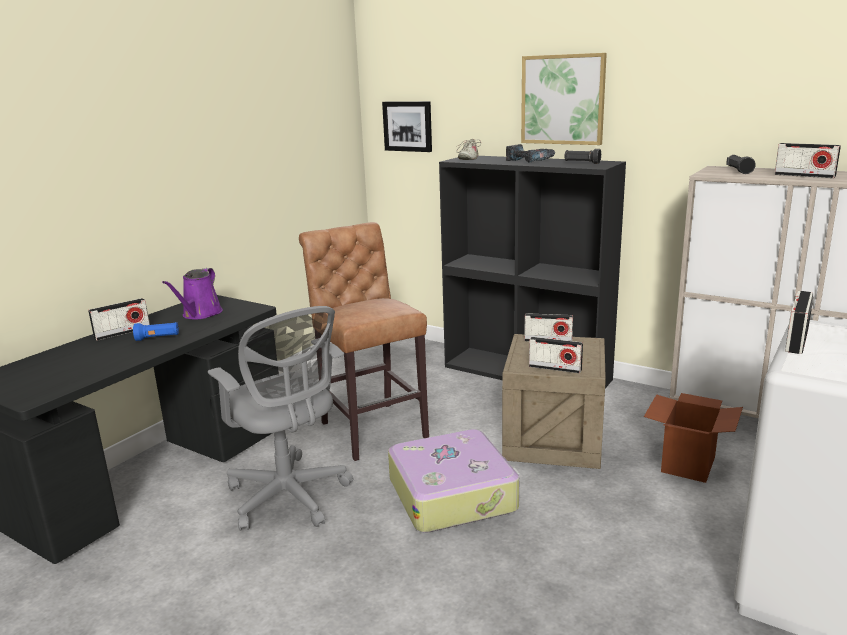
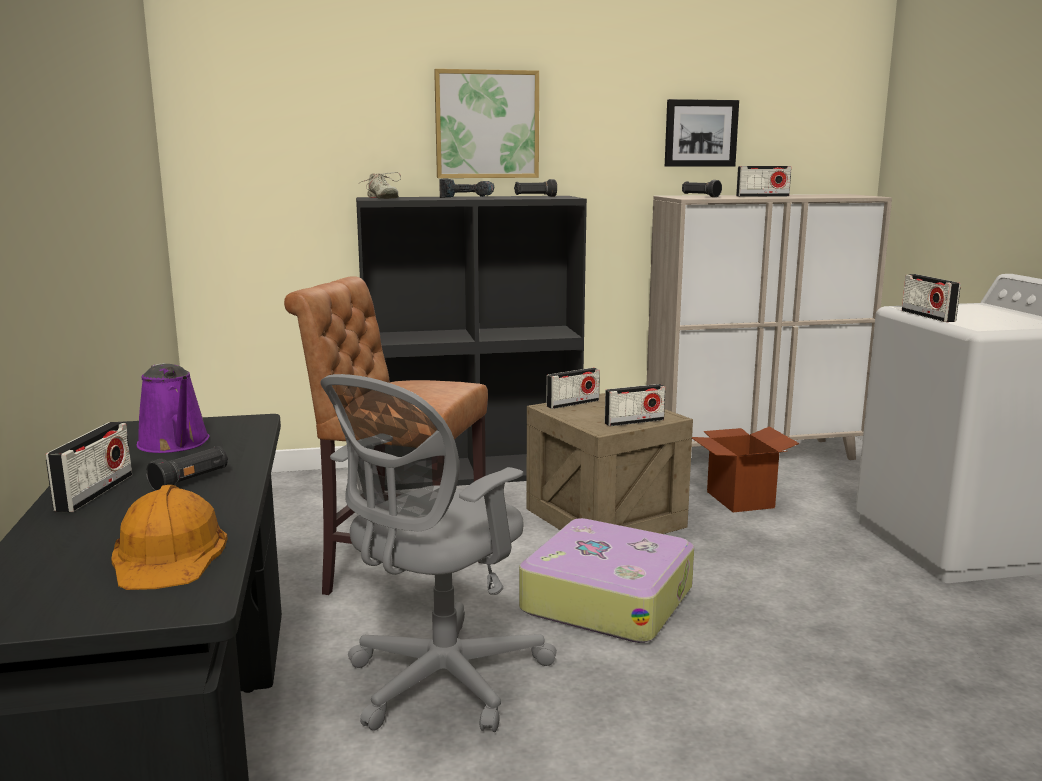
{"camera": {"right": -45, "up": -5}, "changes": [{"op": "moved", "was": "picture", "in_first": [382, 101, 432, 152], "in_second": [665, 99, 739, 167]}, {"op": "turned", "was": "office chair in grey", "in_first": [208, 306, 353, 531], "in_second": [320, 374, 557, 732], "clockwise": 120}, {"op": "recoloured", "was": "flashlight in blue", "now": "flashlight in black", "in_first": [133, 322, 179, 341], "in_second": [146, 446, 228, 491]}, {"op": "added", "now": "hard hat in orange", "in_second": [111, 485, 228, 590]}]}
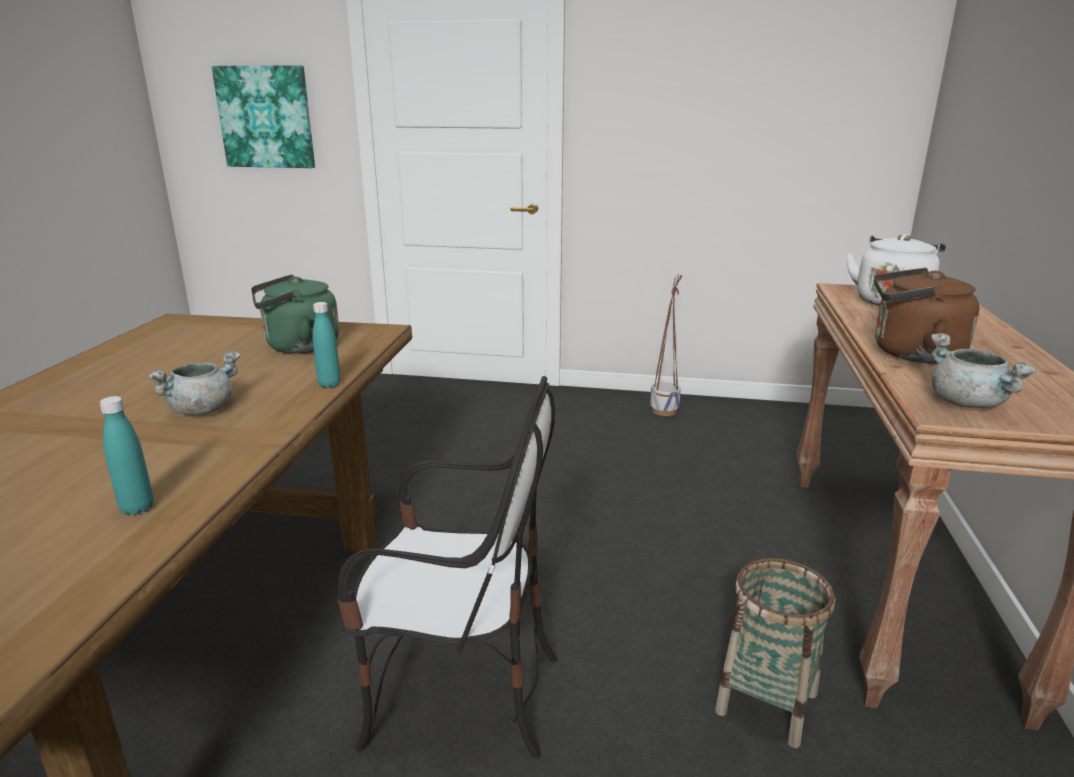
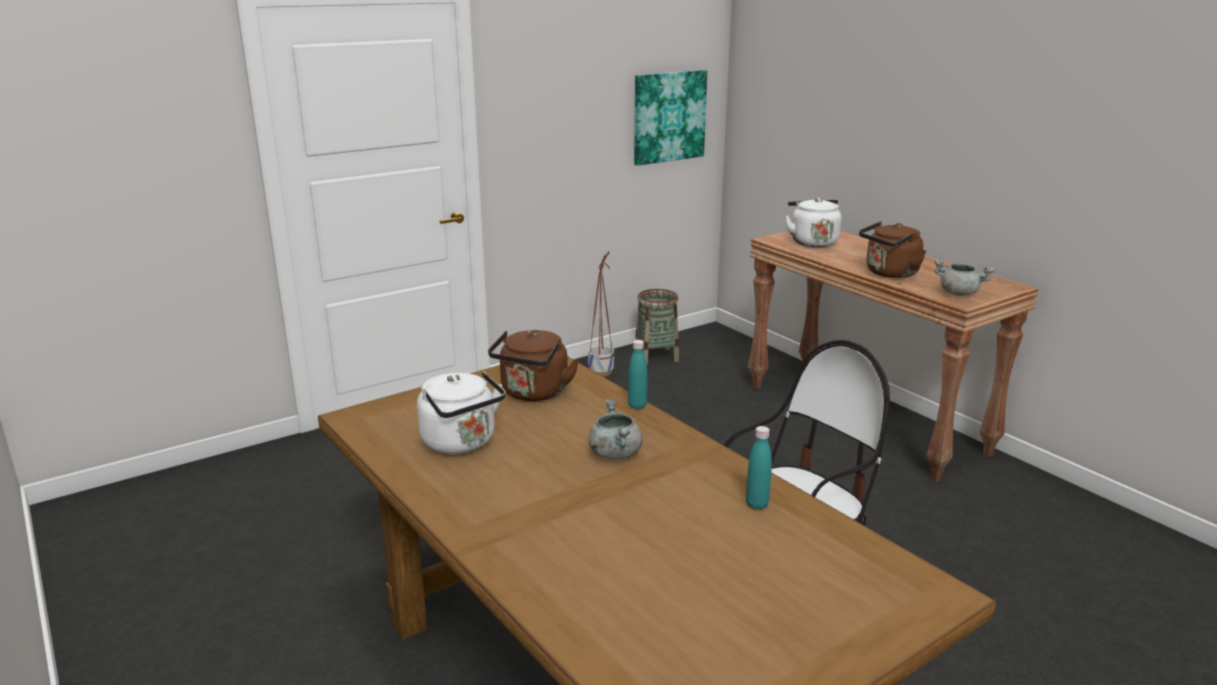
{"camera": {"right": -45, "up": 0}, "changes": [{"op": "moved", "was": "picture", "in_first": [212, 65, 315, 168], "in_second": [634, 70, 707, 166]}, {"op": "recoloured", "was": "kettle in green", "now": "kettle in brown", "in_first": [251, 274, 339, 354], "in_second": [488, 330, 579, 401]}, {"op": "moved", "was": "basket", "in_first": [715, 558, 835, 748], "in_second": [635, 289, 679, 365]}, {"op": "added", "now": "kettle in white", "in_second": [417, 371, 506, 454]}]}
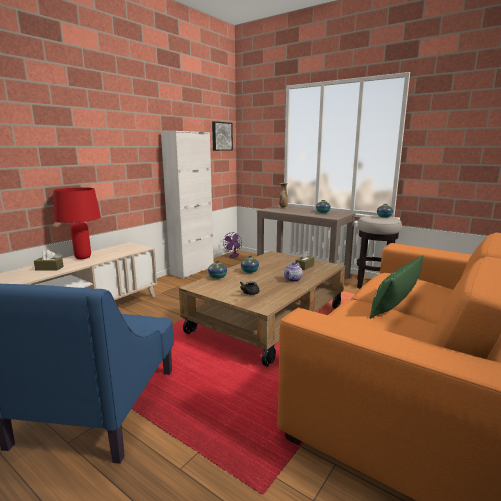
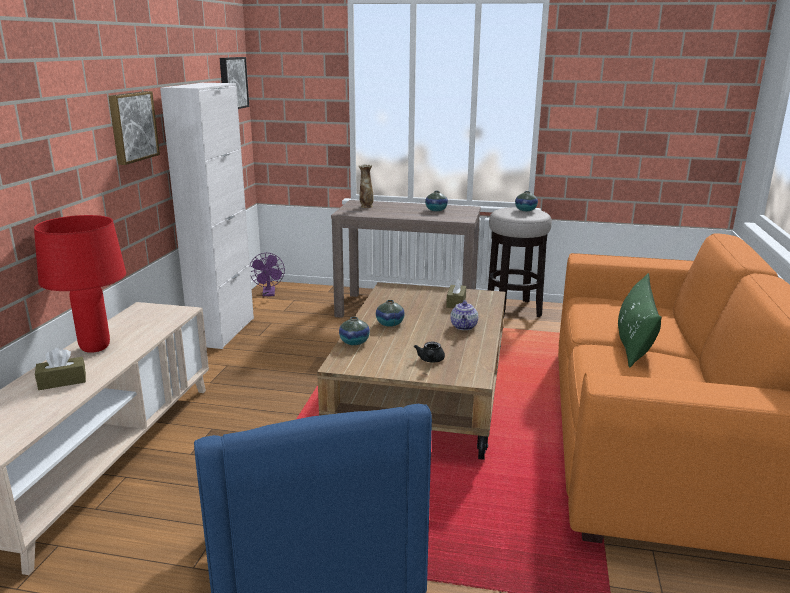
{"camera": {"right": -25, "up": 5}, "changes": [{"op": "added", "now": "picture", "in_second": [108, 91, 160, 165]}]}
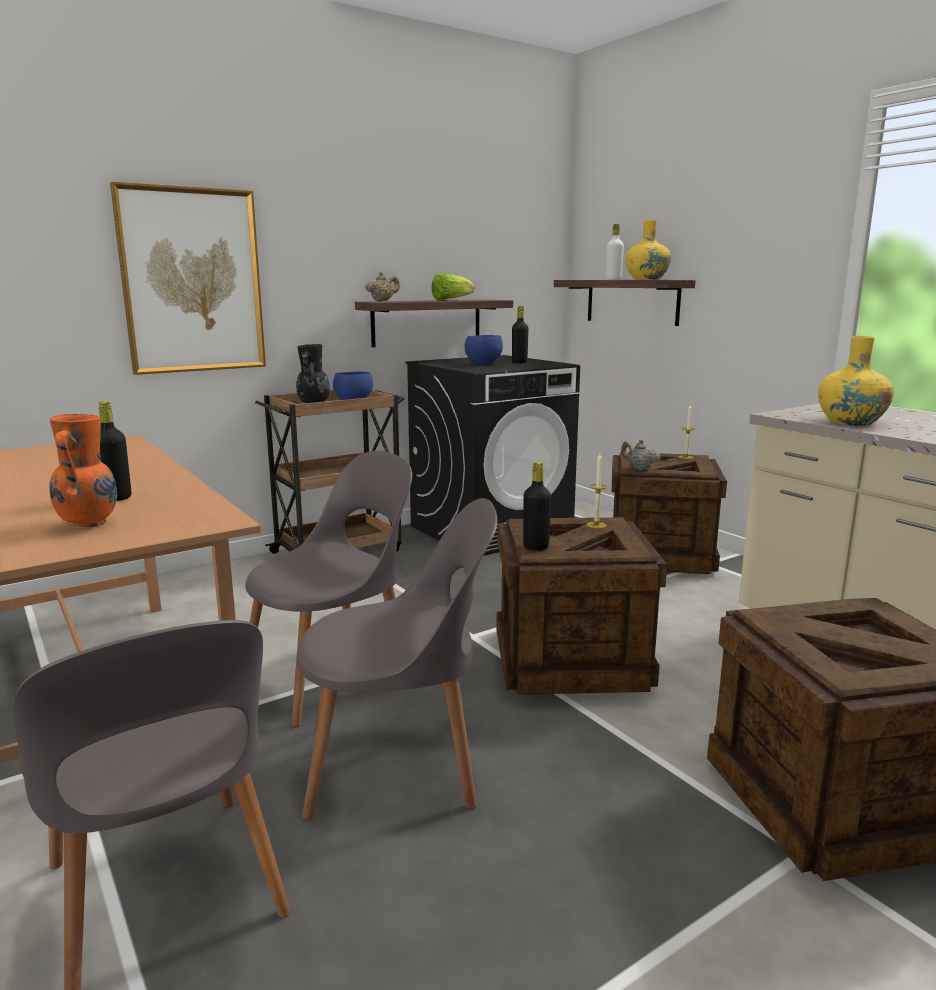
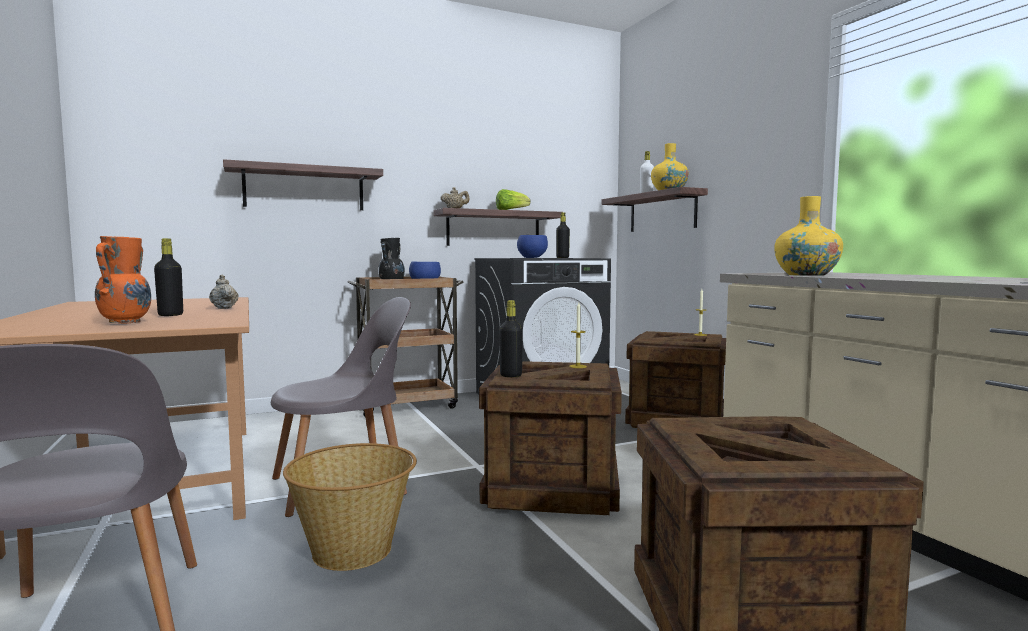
{"camera": {"right": 10, "up": -10}, "changes": [{"op": "replaced", "was": "picture", "now": "shelf", "in_first": [110, 182, 266, 375], "in_second": [223, 159, 383, 210]}, {"op": "moved", "was": "teapot in beige", "in_first": [621, 439, 661, 471], "in_second": [209, 275, 239, 309]}, {"op": "replaced", "was": "chair in grey", "now": "basket", "in_first": [297, 498, 497, 819], "in_second": [283, 443, 417, 571]}]}
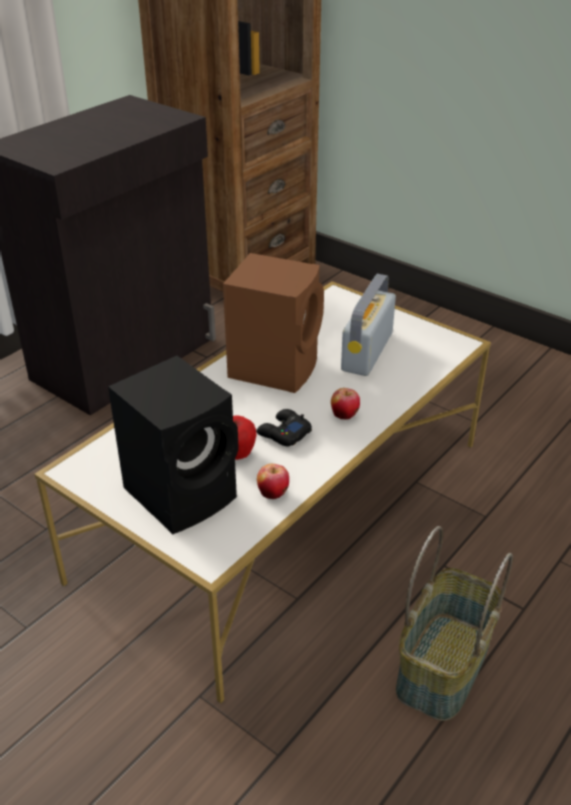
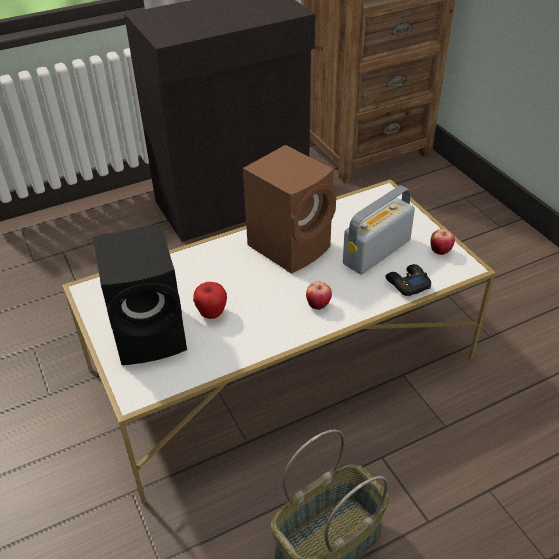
{"camera": {"right": 25, "up": 5}, "changes": [{"op": "moved", "was": "game controller in black", "in_first": [256, 409, 312, 446], "in_second": [386, 264, 431, 296]}, {"op": "moved", "was": "apple", "in_first": [257, 464, 289, 499], "in_second": [430, 229, 455, 255]}]}
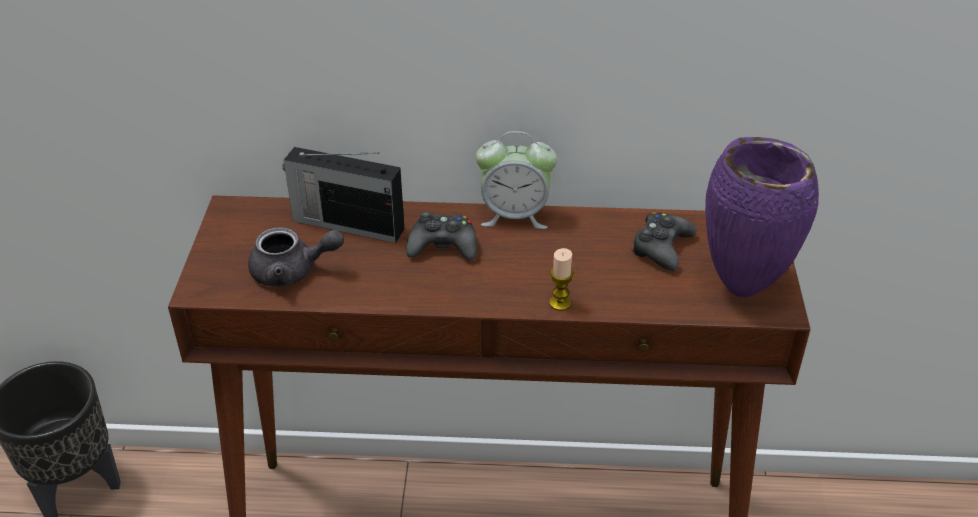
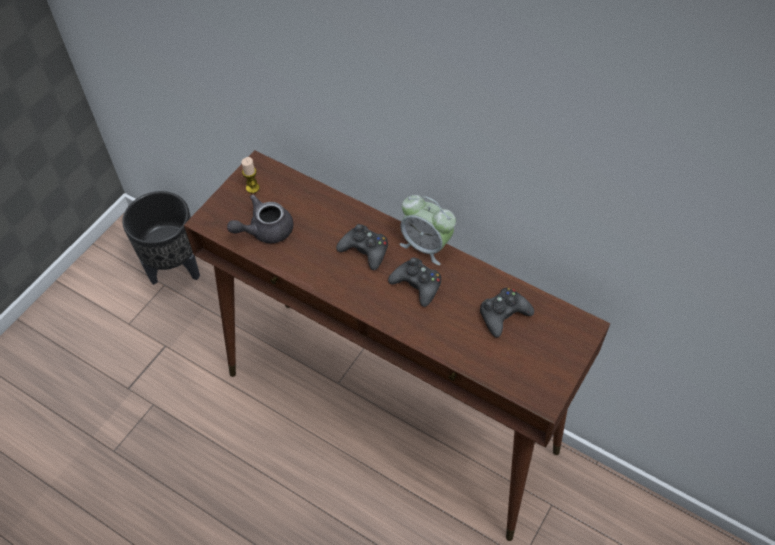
{"camera": {"right": 30, "up": 15}, "changes": [{"op": "removed", "was": "vase in purple", "in_first": [705, 137, 819, 298]}, {"op": "removed", "was": "radio", "in_first": [283, 147, 404, 243]}, {"op": "turned", "was": "teapot in grey", "in_first": [248, 227, 344, 287], "in_second": [227, 194, 294, 243], "clockwise": 120}, {"op": "moved", "was": "candle", "in_first": [549, 248, 573, 311], "in_second": [241, 157, 260, 193]}, {"op": "added", "now": "game controller in black", "in_second": [388, 257, 441, 307]}]}
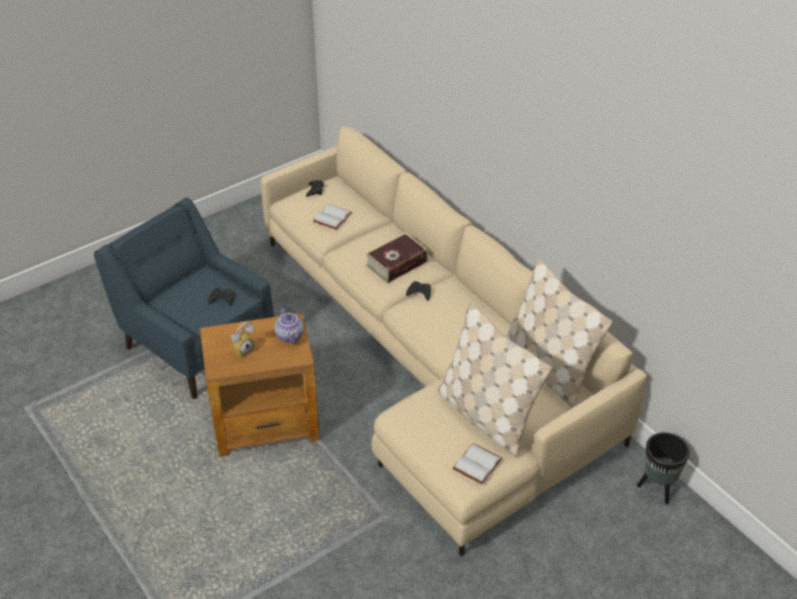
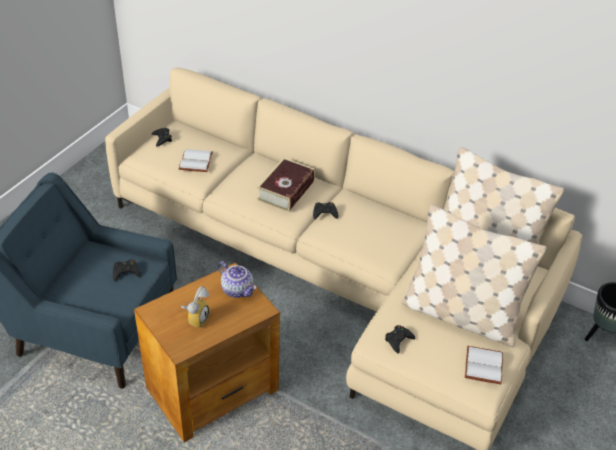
{"camera": {"right": -25, "up": 0}, "changes": [{"op": "added", "now": "game controller in black", "in_second": [385, 325, 415, 354]}]}
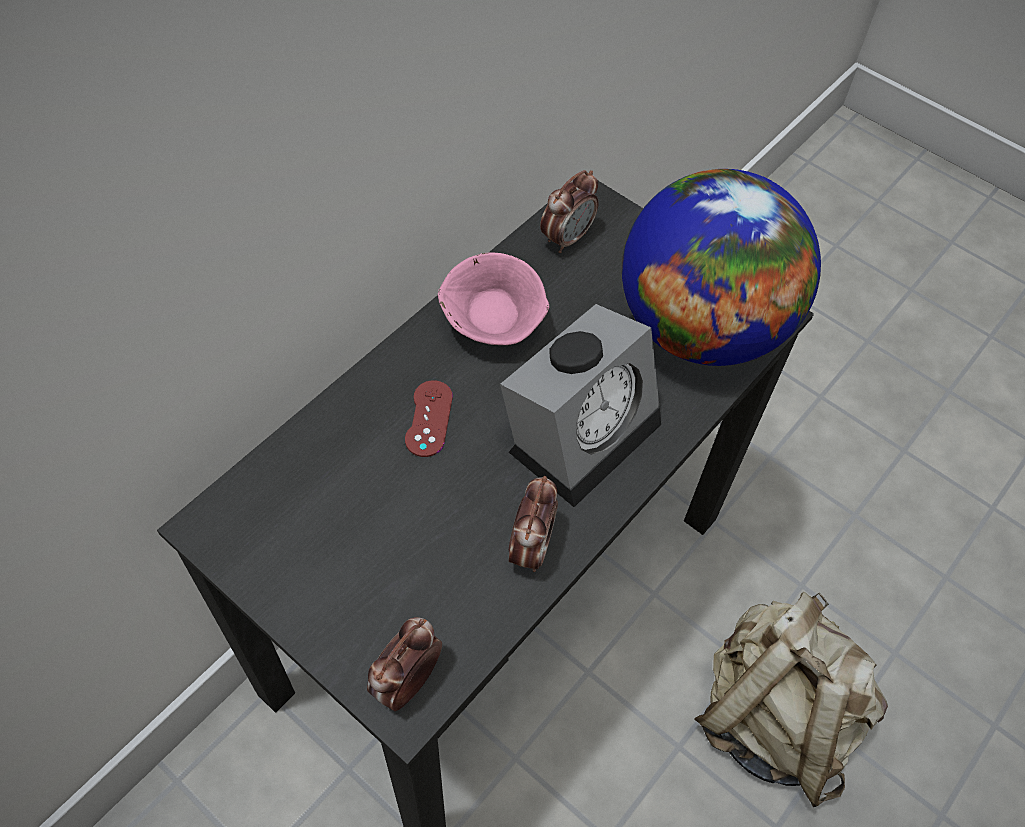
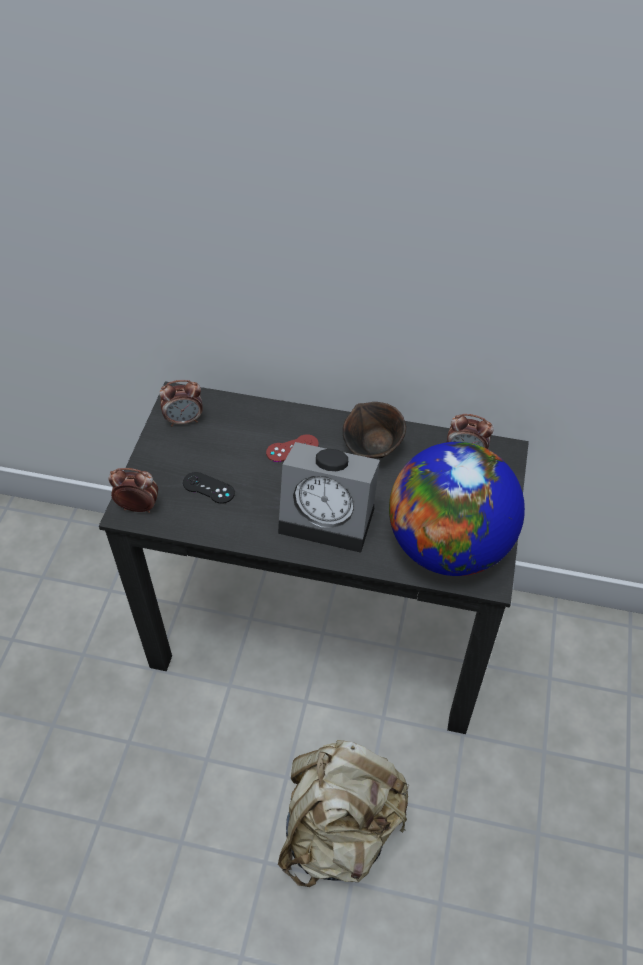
{"camera": {"right": 65, "up": -5}, "changes": [{"op": "recoloured", "was": "bowl in pink", "now": "bowl in brown", "in_first": [438, 253, 549, 345], "in_second": [343, 402, 406, 459]}, {"op": "moved", "was": "alarm clock", "in_first": [509, 476, 558, 572], "in_second": [159, 380, 203, 426]}, {"op": "added", "now": "game controller in black", "in_second": [183, 472, 235, 504]}]}
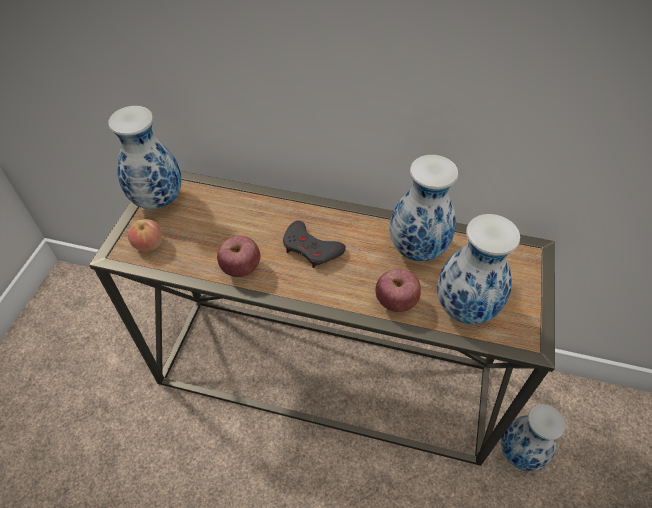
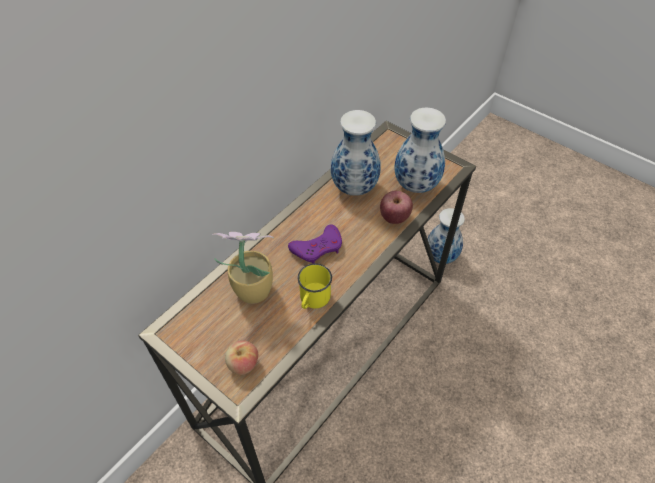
{"camera": {"right": -65, "up": 0}, "changes": [{"op": "removed", "was": "vase", "in_first": [108, 106, 181, 209]}, {"op": "recoloured", "was": "game controller in grey", "now": "game controller in purple", "in_first": [283, 221, 346, 268], "in_second": [288, 225, 342, 264]}, {"op": "replaced", "was": "apple", "now": "mug in yellow", "in_first": [217, 236, 260, 277], "in_second": [298, 263, 332, 309]}, {"op": "added", "now": "potted plant", "in_second": [212, 232, 274, 304]}]}
